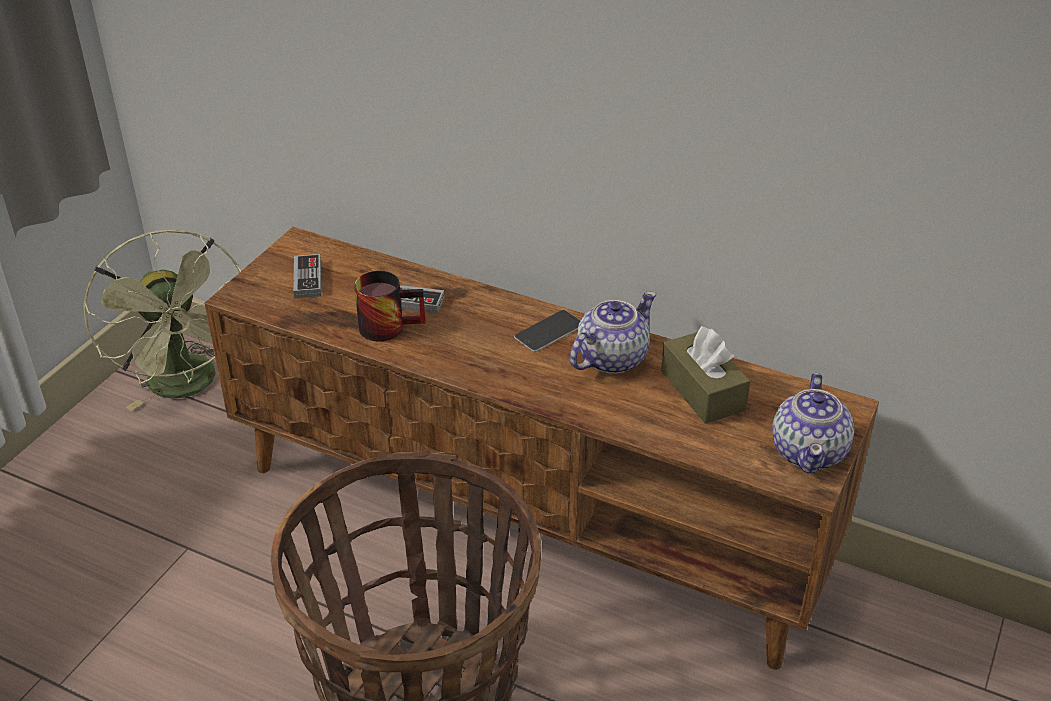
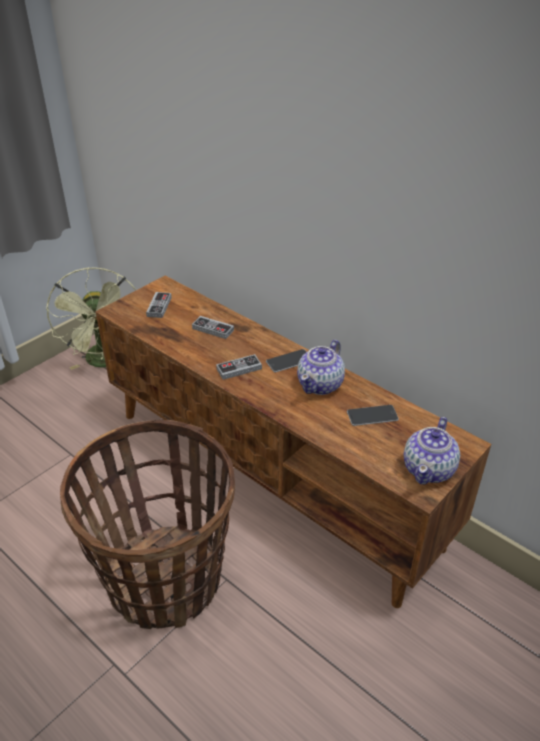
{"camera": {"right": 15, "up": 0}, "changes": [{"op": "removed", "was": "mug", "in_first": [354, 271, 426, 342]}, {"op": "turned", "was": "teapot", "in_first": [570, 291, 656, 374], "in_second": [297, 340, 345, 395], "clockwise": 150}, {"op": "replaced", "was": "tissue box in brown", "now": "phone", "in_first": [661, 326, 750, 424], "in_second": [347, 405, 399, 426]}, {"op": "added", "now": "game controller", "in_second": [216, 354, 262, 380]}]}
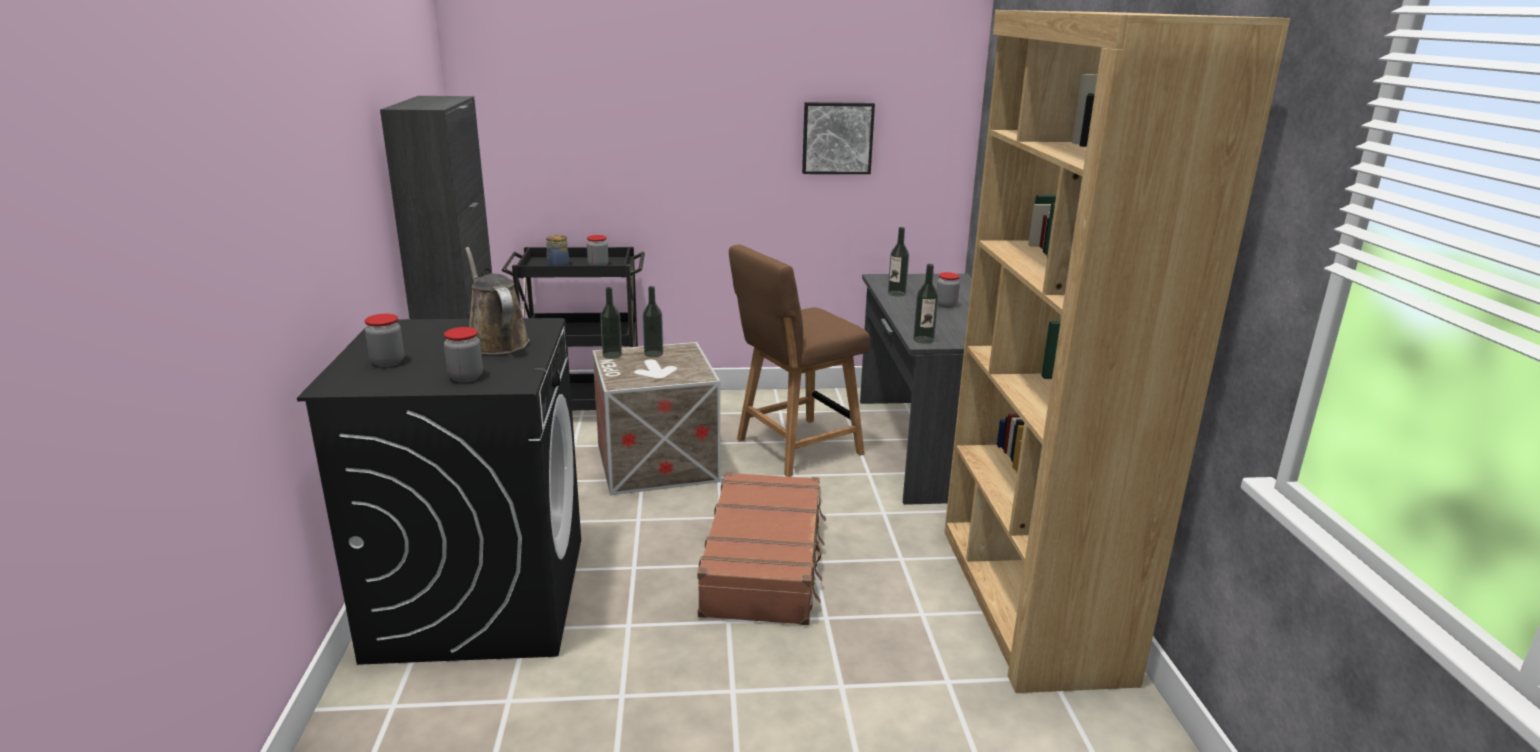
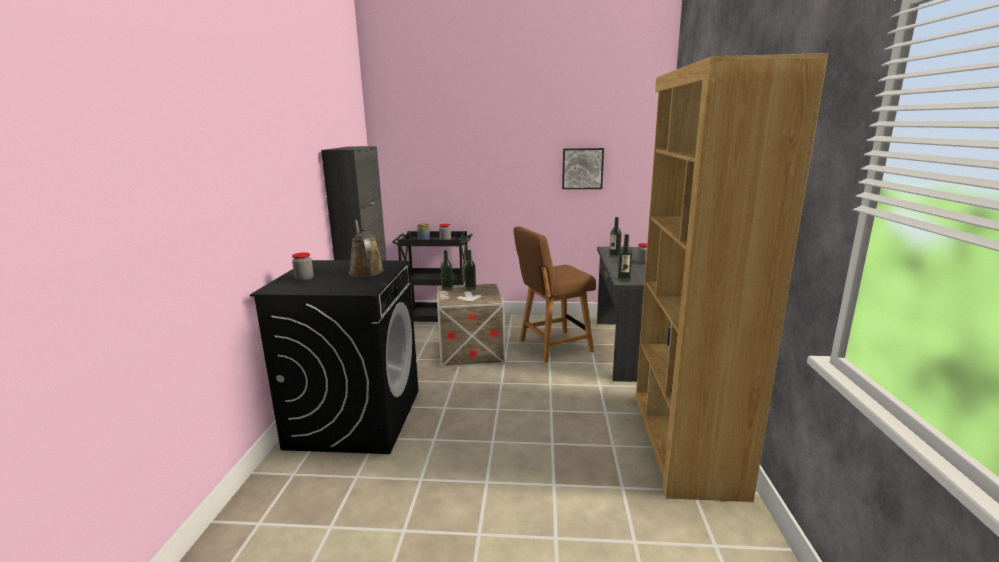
{"camera": {"right": 10, "up": -5}, "changes": [{"op": "removed", "was": "jar", "in_first": [444, 327, 483, 383]}, {"op": "removed", "was": "suitcase in brown", "in_first": [697, 472, 826, 625]}]}
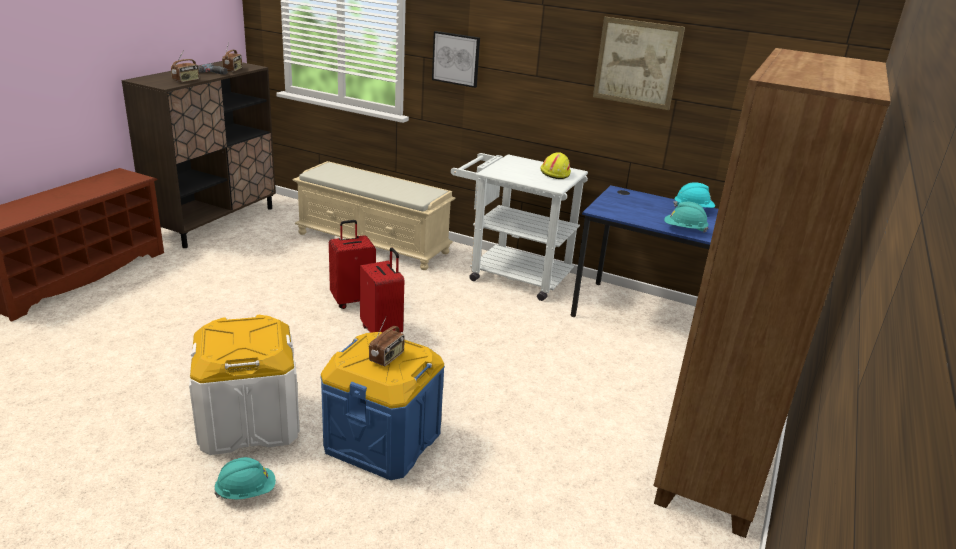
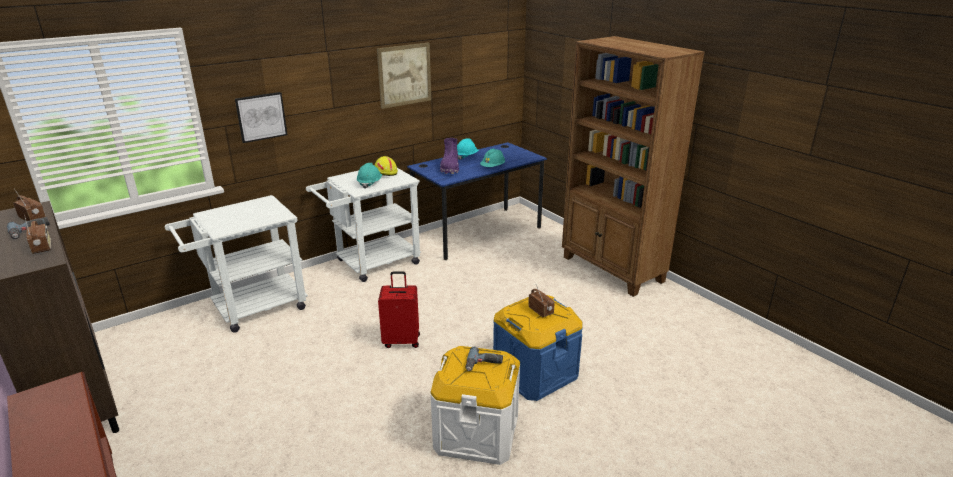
{"camera": {"right": -60, "up": 0}, "changes": [{"op": "replaced", "was": "bench in beige", "now": "cart in white", "in_first": [293, 161, 455, 270], "in_second": [165, 195, 308, 333]}, {"op": "removed", "was": "suitcase in red", "in_first": [329, 220, 376, 309]}, {"op": "moved", "was": "hard hat in turquoise", "in_first": [214, 457, 276, 499], "in_second": [357, 163, 382, 189]}, {"op": "added", "now": "boot in purple", "in_second": [440, 138, 459, 174]}, {"op": "added", "now": "power drill", "in_second": [465, 347, 503, 371]}]}
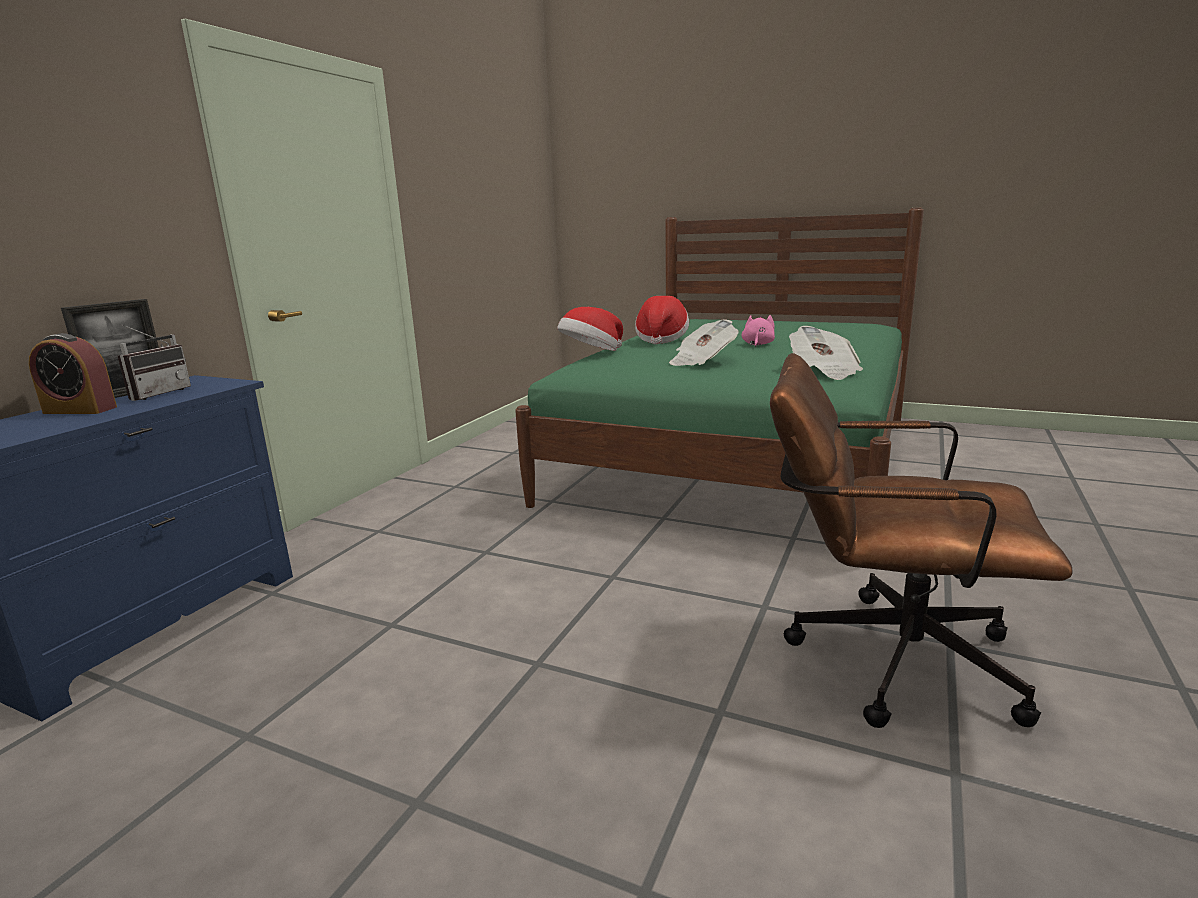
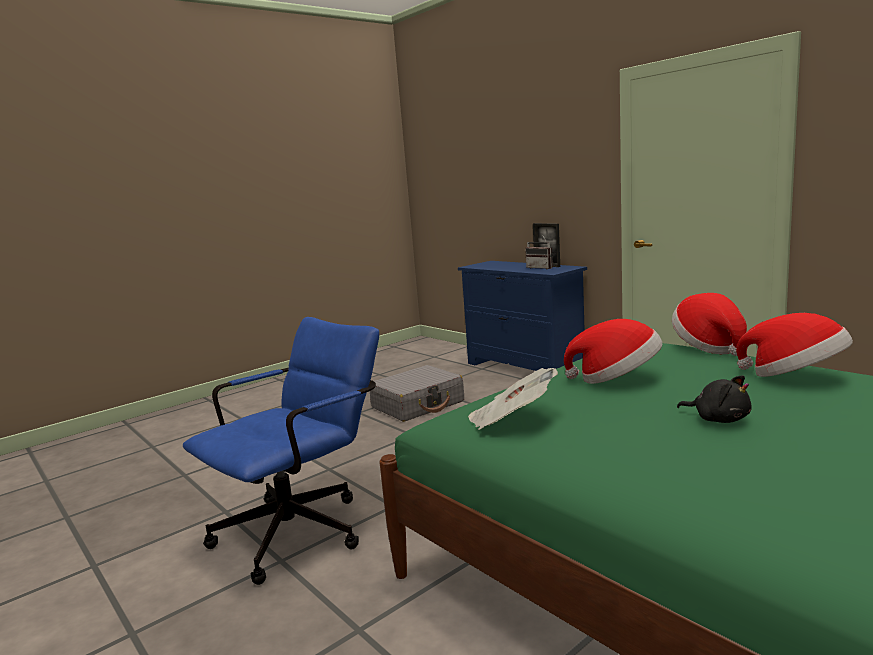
{"camera": {"right": 115, "up": -5}, "changes": [{"op": "recoloured", "was": "plush toy in pink", "now": "plush toy in black", "in_first": [741, 315, 775, 347], "in_second": [677, 375, 752, 423]}, {"op": "replaced", "was": "newspaper", "now": "hat", "in_first": [669, 319, 739, 366], "in_second": [564, 319, 662, 384]}, {"op": "removed", "was": "alarm clock", "in_first": [29, 333, 117, 414]}, {"op": "recoloured", "was": "office chair in brown", "now": "office chair in blue", "in_first": [770, 353, 1073, 728], "in_second": [183, 317, 379, 585]}, {"op": "added", "now": "suitcase in grey", "in_second": [370, 365, 464, 422]}]}
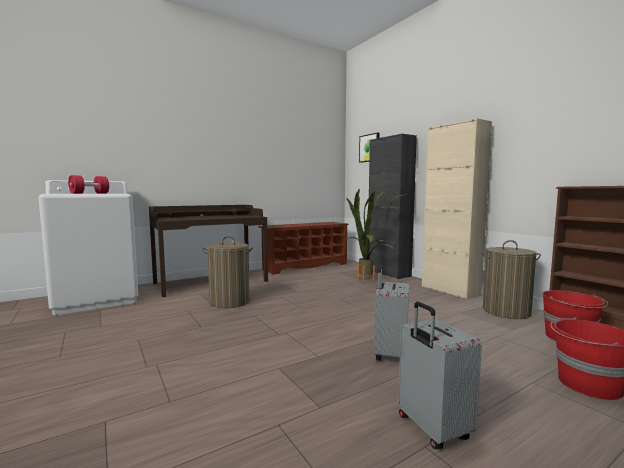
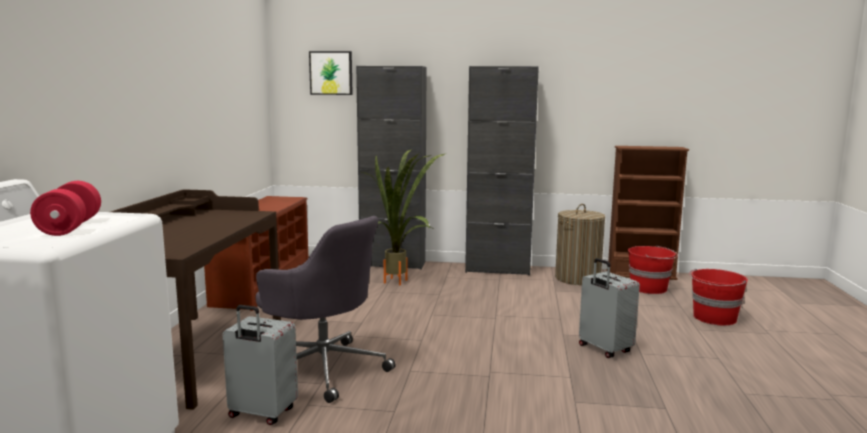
{"camera": {"right": -50, "up": 5}, "changes": [{"op": "recoloured", "was": "cabinet in beige", "now": "cabinet in black", "in_first": [422, 118, 492, 300], "in_second": [465, 66, 539, 276]}, {"op": "replaced", "was": "laundry basket", "now": "office chair in grey", "in_first": [202, 236, 253, 308], "in_second": [256, 216, 395, 403]}, {"op": "moved", "was": "suitcase in grey", "in_first": [398, 301, 482, 449], "in_second": [222, 305, 298, 425]}]}
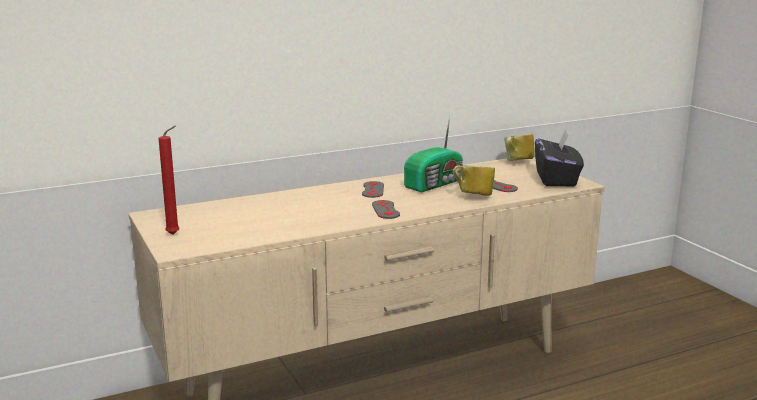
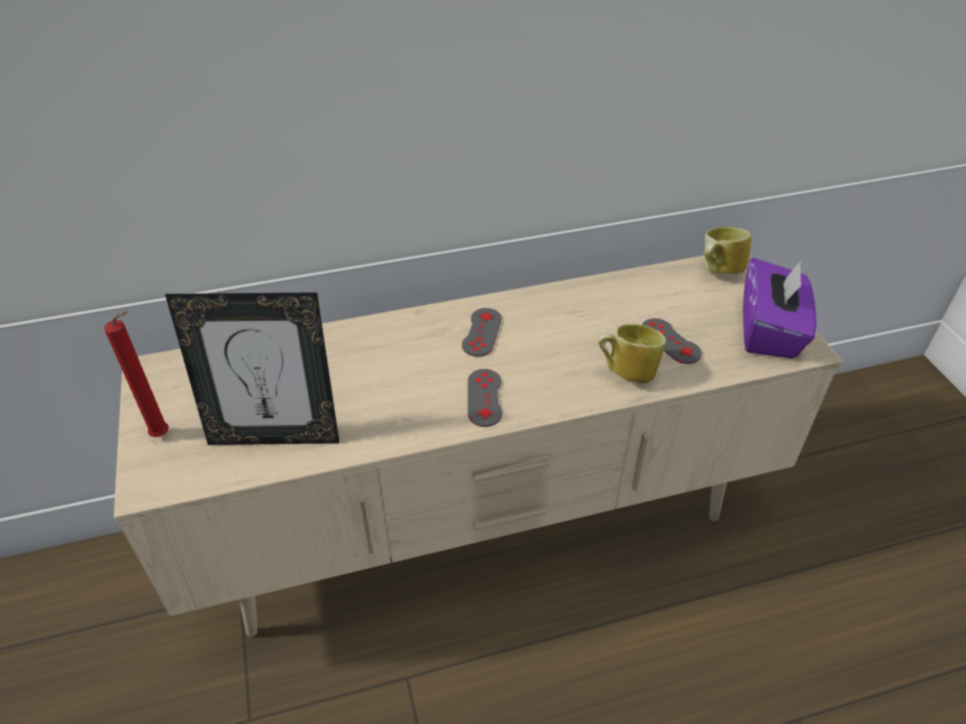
{"camera": {"right": 10, "up": 25}, "changes": [{"op": "removed", "was": "radio", "in_first": [404, 116, 463, 192]}, {"op": "recoloured", "was": "tissue box in black", "now": "tissue box in purple", "in_first": [535, 129, 584, 186], "in_second": [743, 258, 816, 359]}, {"op": "added", "now": "picture frame", "in_second": [165, 292, 339, 445]}]}
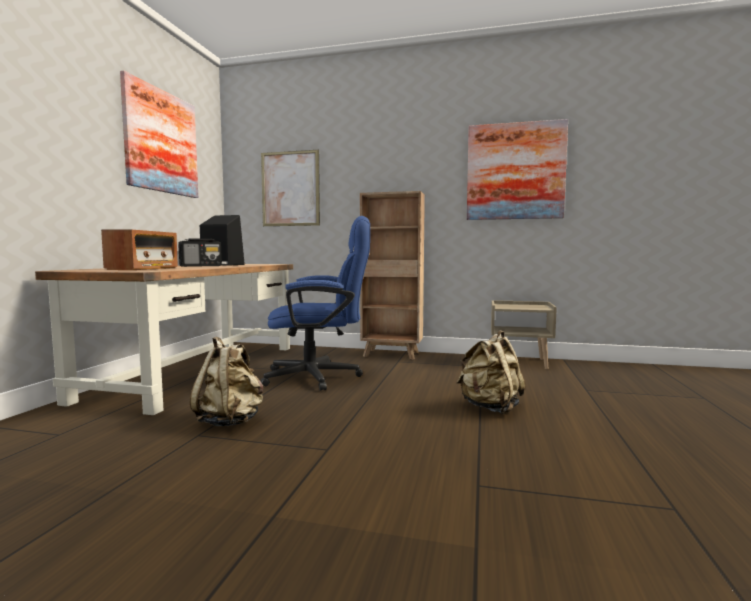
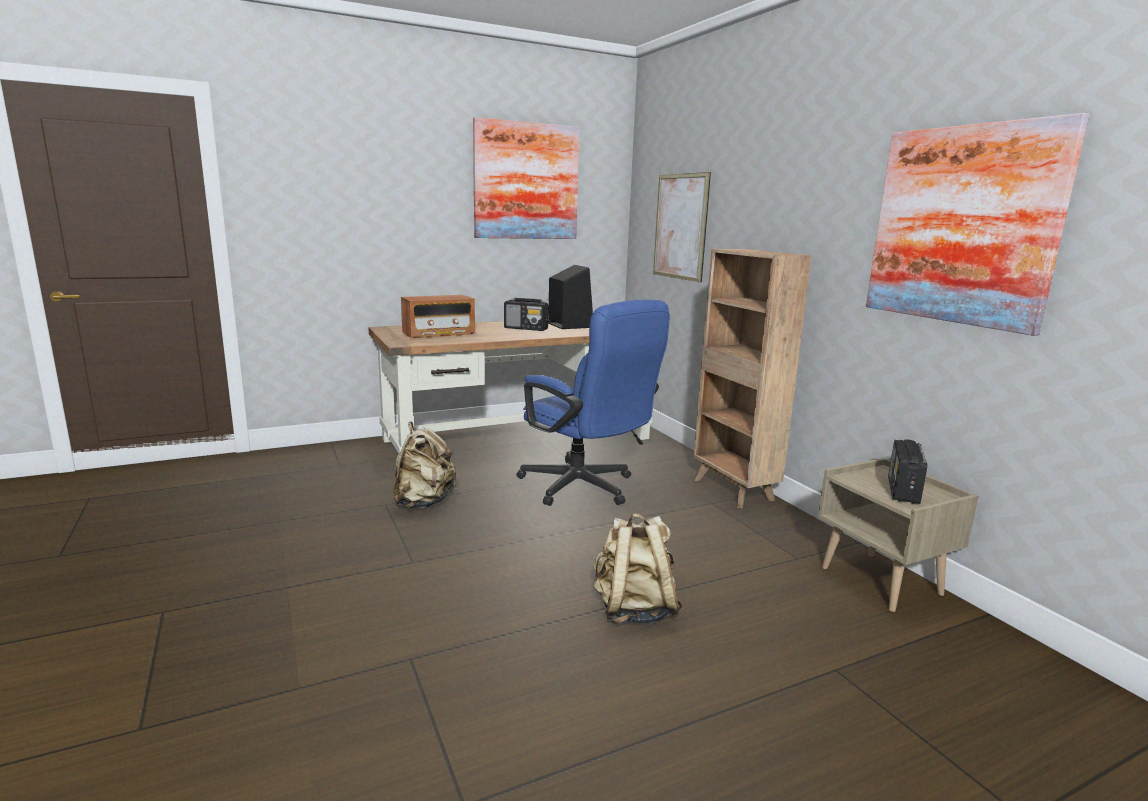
{"camera": {"right": 50, "up": 10}, "changes": [{"op": "added", "now": "radio", "in_second": [888, 439, 928, 504]}]}
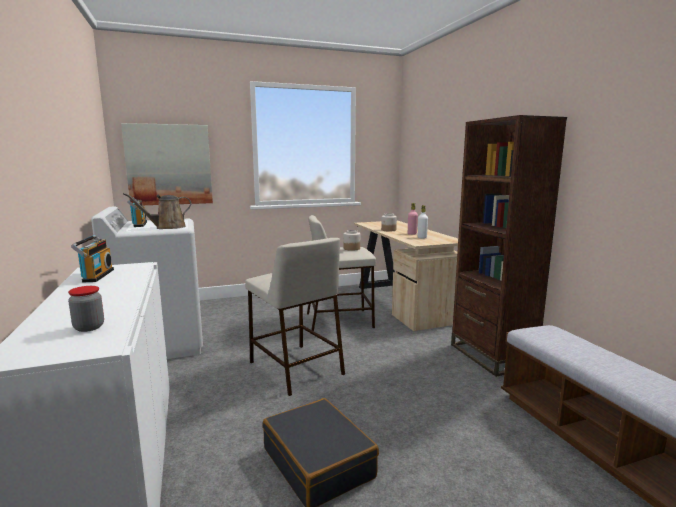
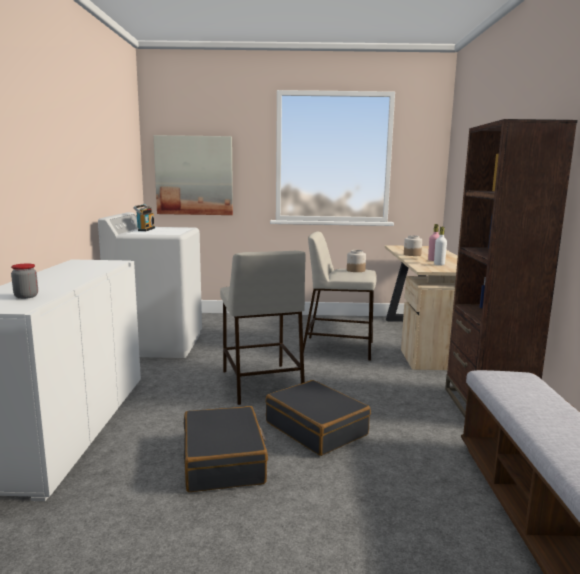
{"camera": {"right": 20, "up": 0}, "changes": [{"op": "removed", "was": "watering can in brown", "in_first": [123, 193, 191, 229]}, {"op": "removed", "was": "radio", "in_first": [71, 235, 114, 282]}, {"op": "added", "now": "suitcase in black", "in_second": [266, 380, 371, 456]}]}
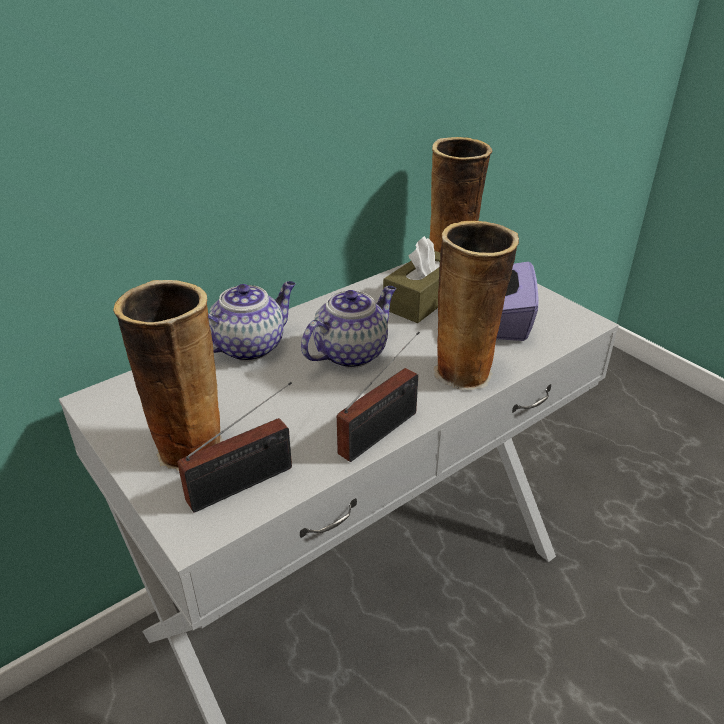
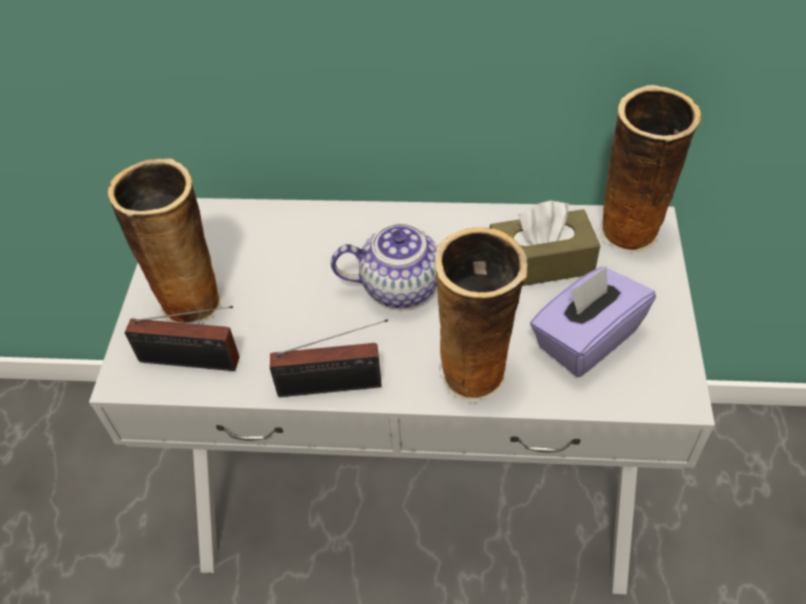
{"camera": {"right": 45, "up": 15}, "changes": [{"op": "removed", "was": "teapot", "in_first": [208, 281, 296, 362]}]}
